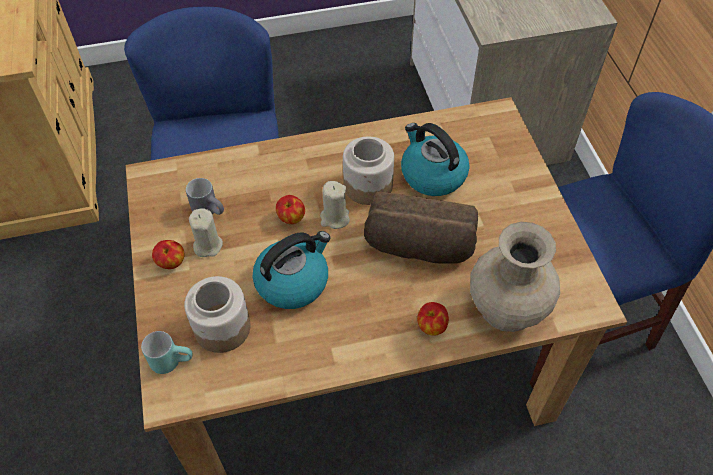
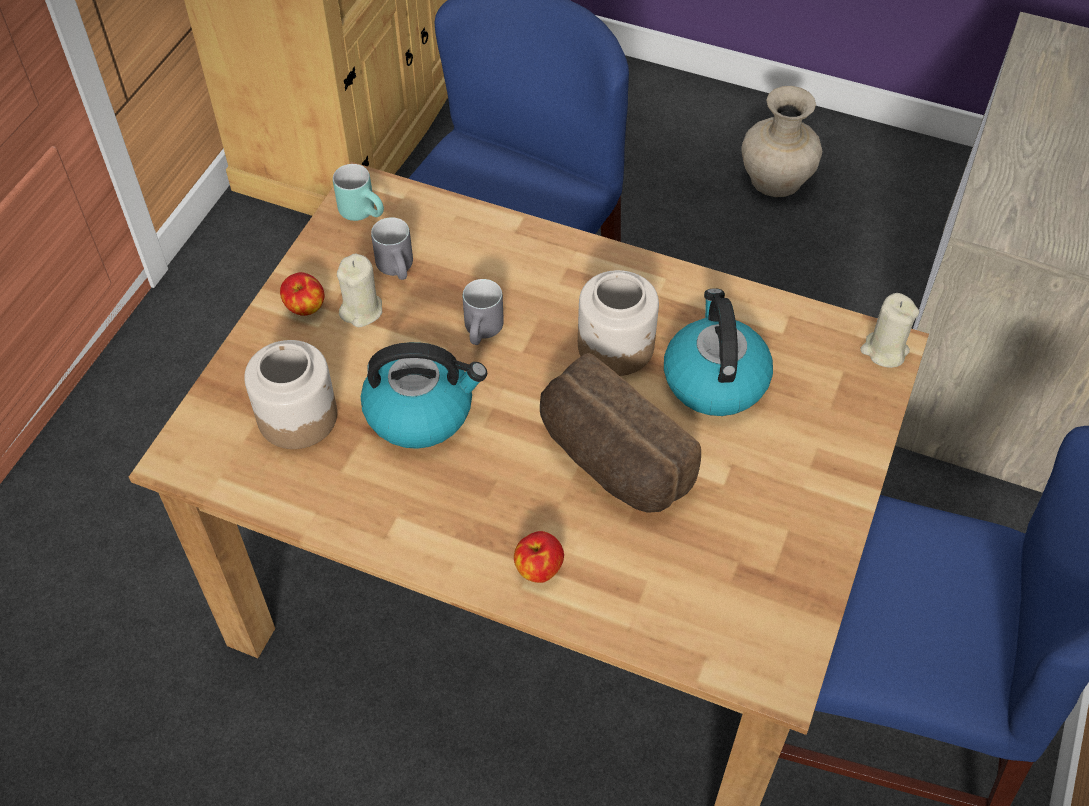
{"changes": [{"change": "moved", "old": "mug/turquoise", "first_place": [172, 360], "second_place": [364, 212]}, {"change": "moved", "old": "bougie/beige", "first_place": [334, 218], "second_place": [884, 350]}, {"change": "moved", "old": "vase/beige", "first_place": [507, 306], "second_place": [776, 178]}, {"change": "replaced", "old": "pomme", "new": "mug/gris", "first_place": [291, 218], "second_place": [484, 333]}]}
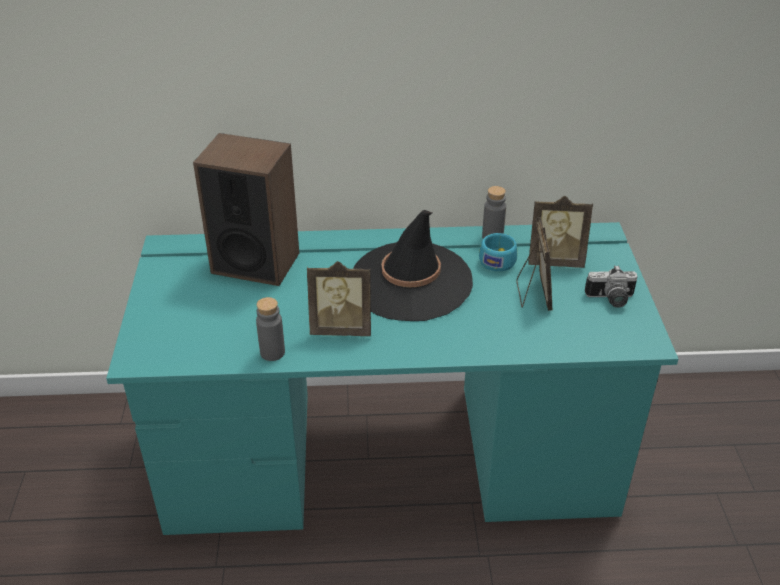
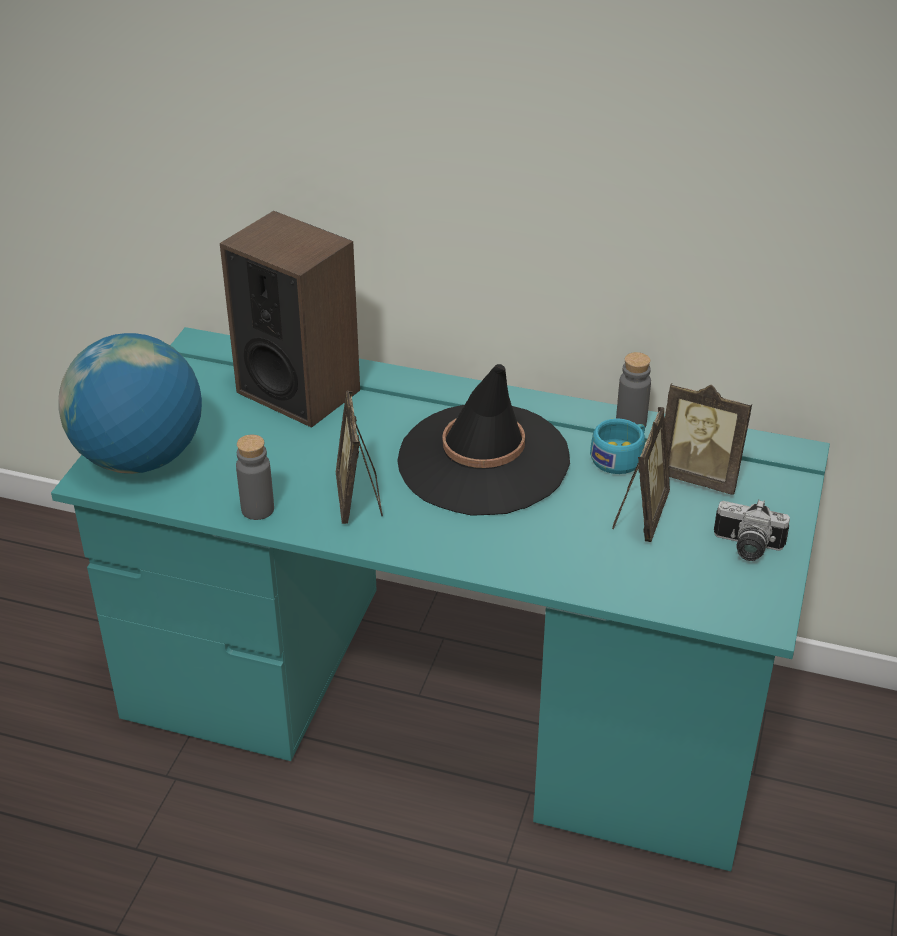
{"changes": [{"change": "added", "new": "globe", "second_place": [139, 458]}, {"change": "turned", "old": "cadre photo", "first_place": [341, 328], "second_place": [359, 499], "degrees": 60}]}
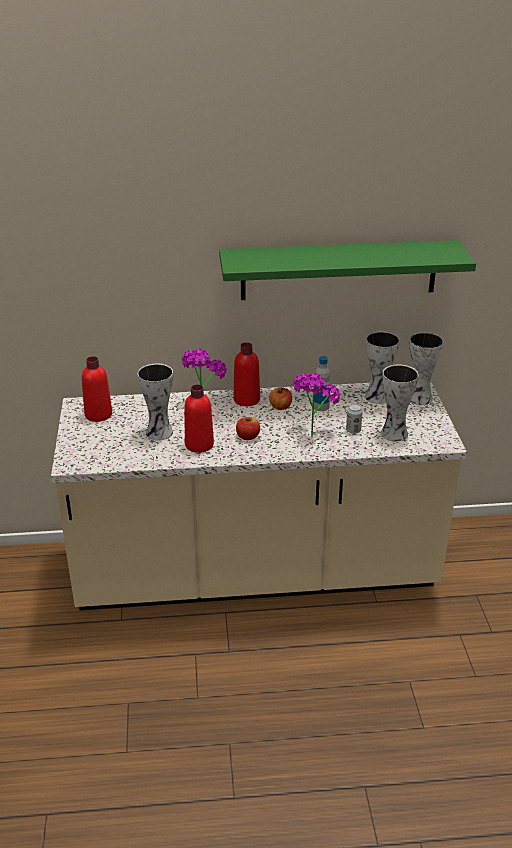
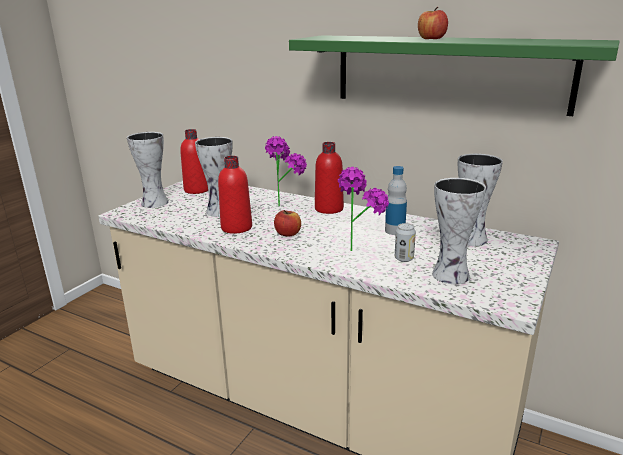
{"changes": [{"change": "moved", "old": "pomme", "first_place": [280, 407], "second_place": [431, 39]}, {"change": "moved", "old": "vase", "first_place": [418, 398], "second_place": [153, 203]}]}
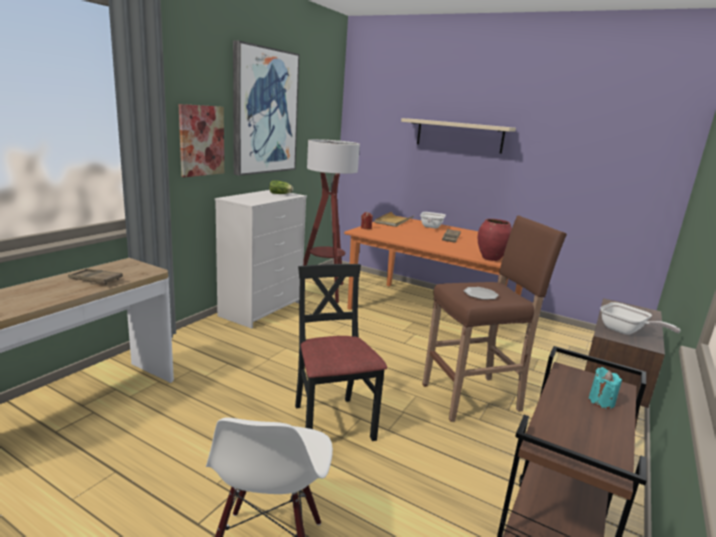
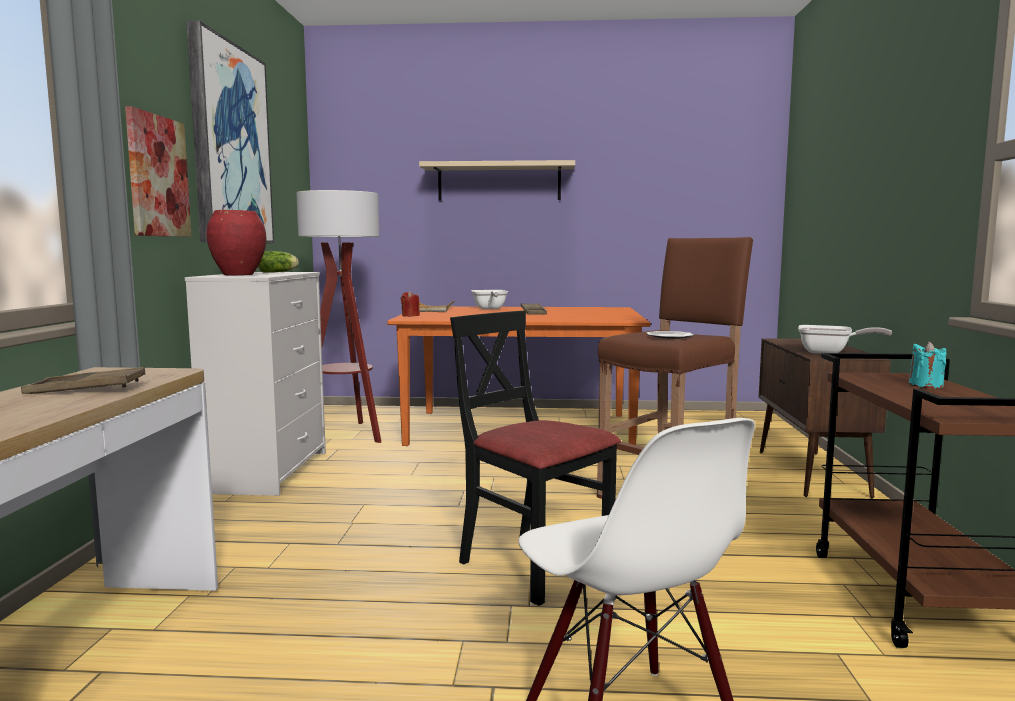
{"changes": [{"change": "moved", "old": "vase/rouge", "first_place": [490, 258], "second_place": [238, 275]}]}
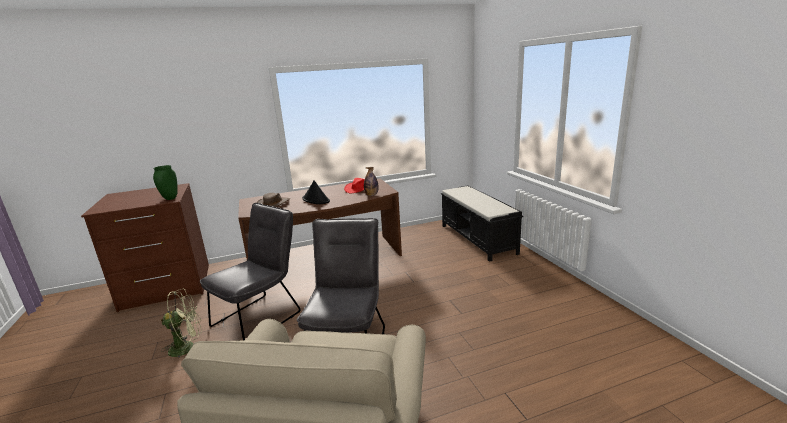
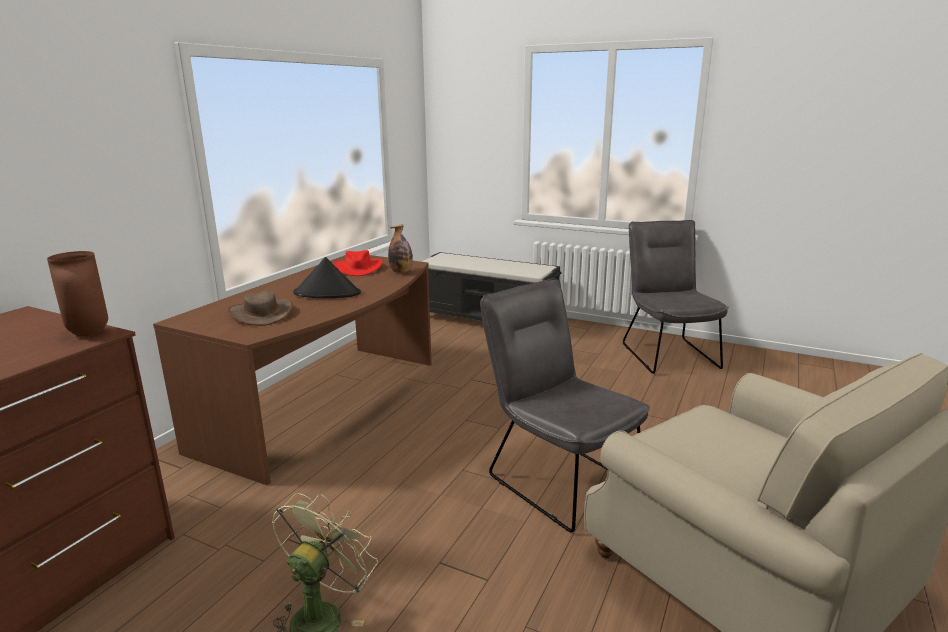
{"changes": [{"change": "moved", "old": "chaise/gris", "first_place": [261, 316], "second_place": [666, 353]}, {"change": "recoloured", "old": "vase/vert", "new": "vase/marron", "first_place": [171, 198], "second_place": [90, 333]}]}
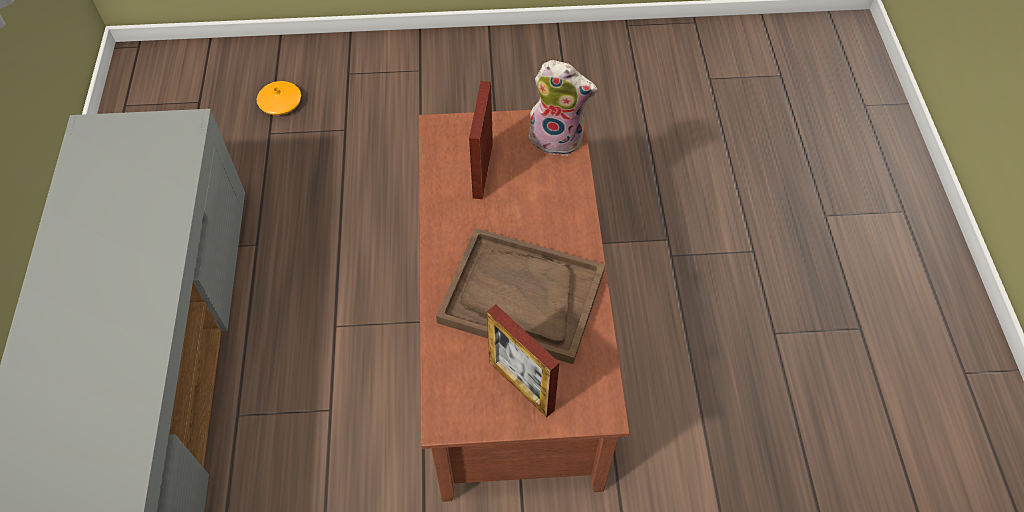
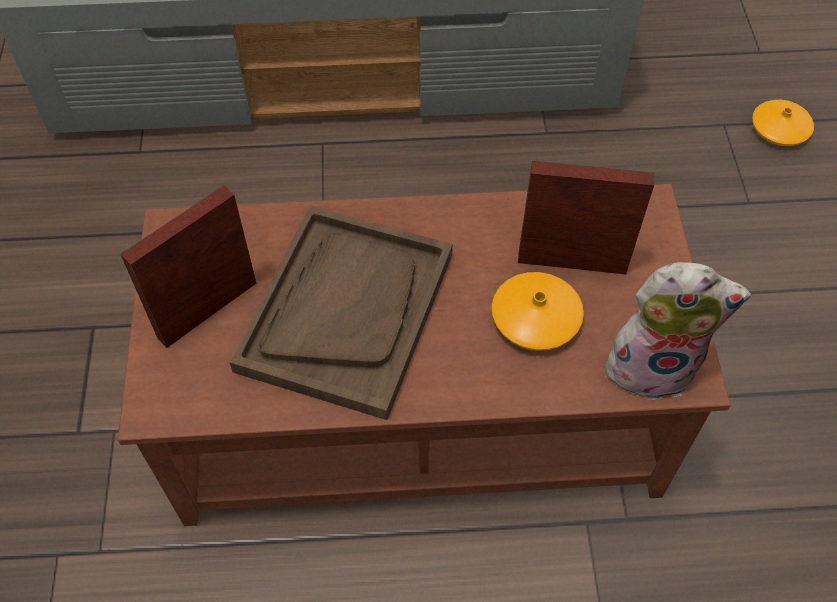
{"changes": [{"change": "added", "new": "vase/orange", "second_place": [535, 318]}, {"change": "turned", "old": "peluche", "first_place": [558, 137], "second_place": [653, 364], "degrees": -105}]}
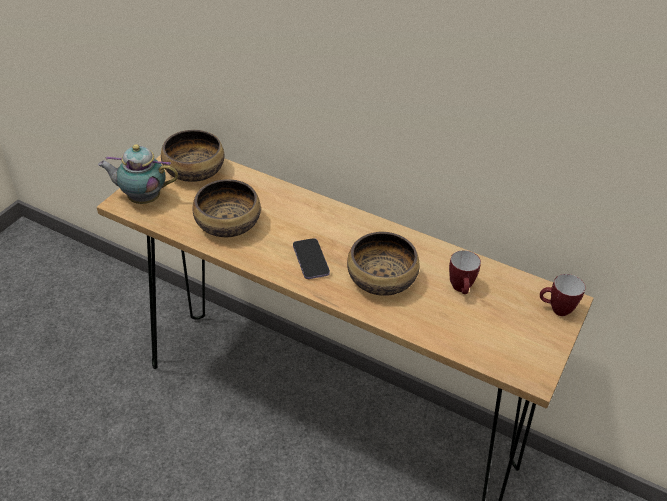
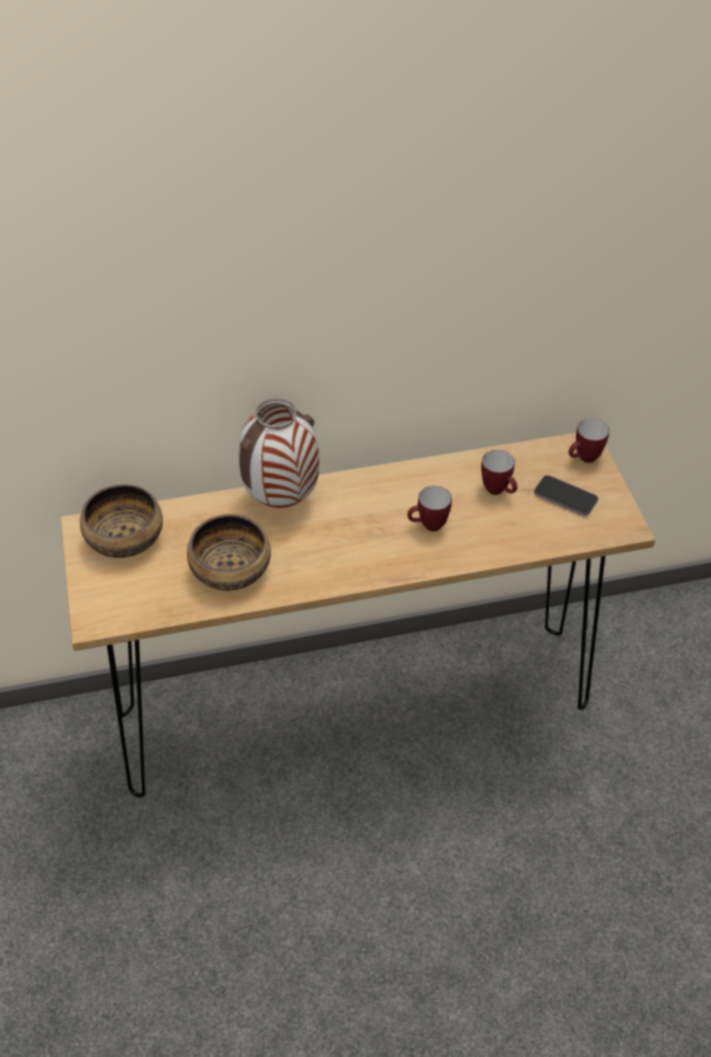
{"changes": [{"change": "removed", "old": "théière", "first_place": [142, 199]}, {"change": "added", "new": "vase", "second_place": [282, 499]}, {"change": "moved", "old": "téléphone", "first_place": [311, 260], "second_place": [565, 497]}, {"change": "replaced", "old": "bol", "new": "mug", "first_place": [382, 279], "second_place": [428, 526]}]}
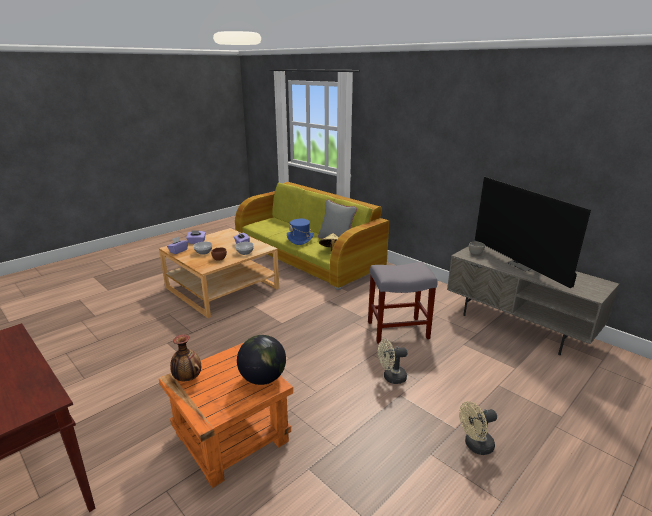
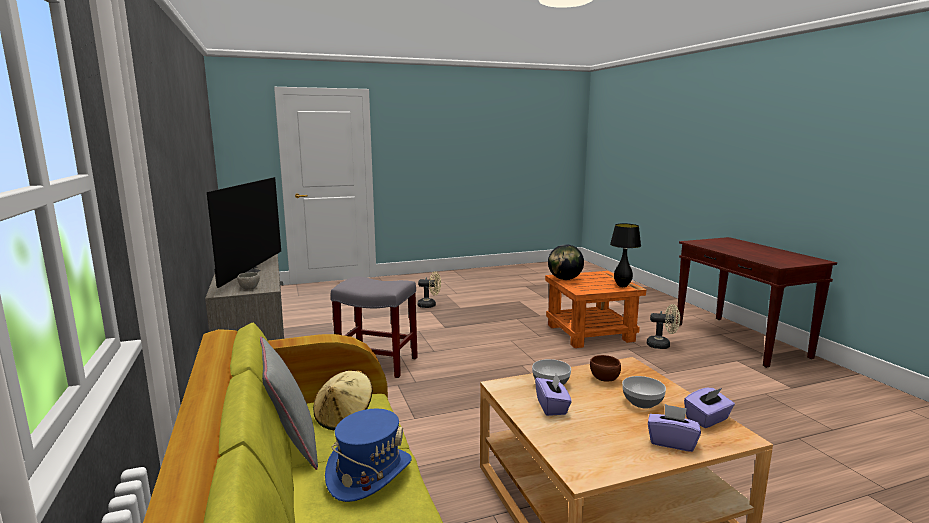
{"changes": [{"change": "moved", "old": "ventilateur/beige", "first_place": [391, 377], "second_place": [662, 345]}, {"change": "replaced", "old": "vase", "new": "lampe de table/noir", "first_place": [187, 378], "second_place": [622, 286]}]}
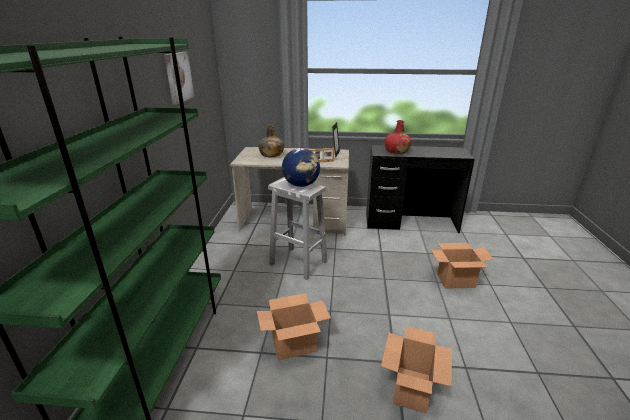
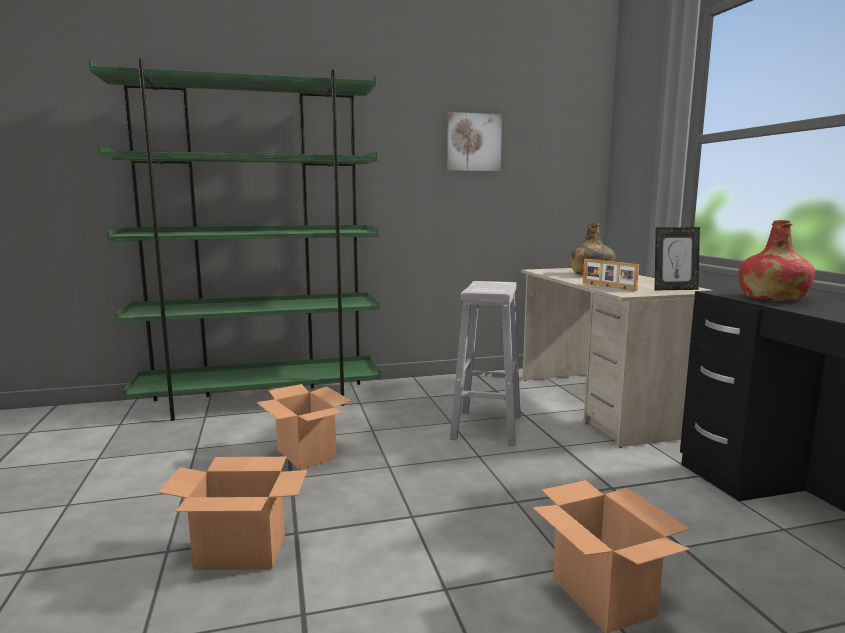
{"changes": [{"change": "removed", "old": "globe", "first_place": [301, 185]}]}
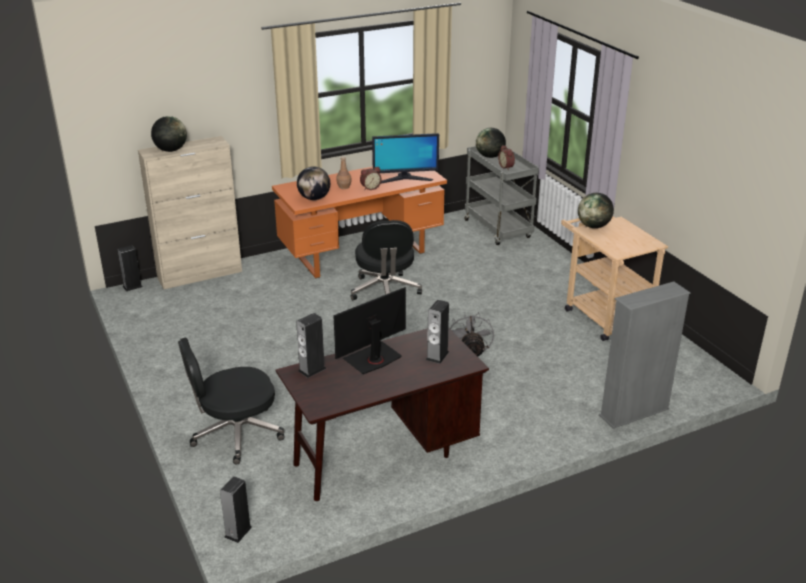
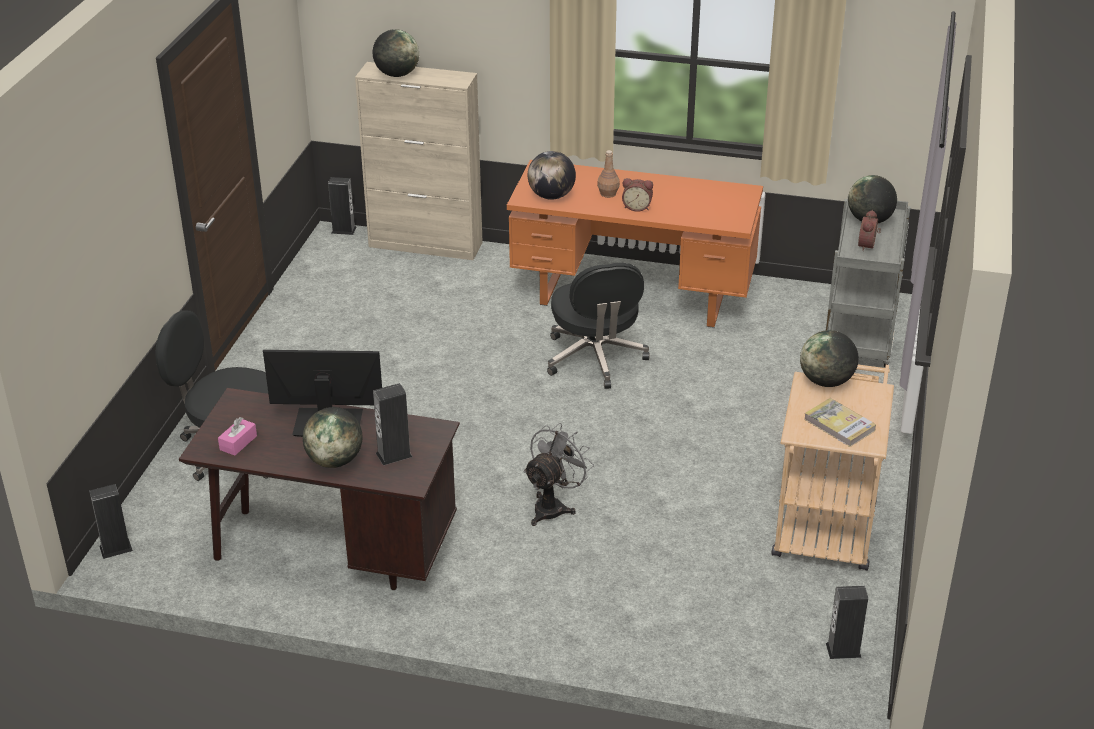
{"changes": [{"change": "removed", "old": "écran d'ordinateur", "first_place": [405, 179]}, {"change": "removed", "old": "bibliothèque/gris", "first_place": [634, 412]}, {"change": "added", "new": "boîte à mouchoirs/rose", "second_place": [238, 443]}, {"change": "added", "new": "globe", "second_place": [334, 461]}, {"change": "added", "new": "livre", "second_place": [839, 425]}, {"change": "moved", "old": "enceinte", "first_place": [312, 369], "second_place": [843, 650]}, {"change": "turned", "old": "chaise de bureau/noir", "first_place": [385, 292], "second_place": [595, 359], "degrees": -45}]}
